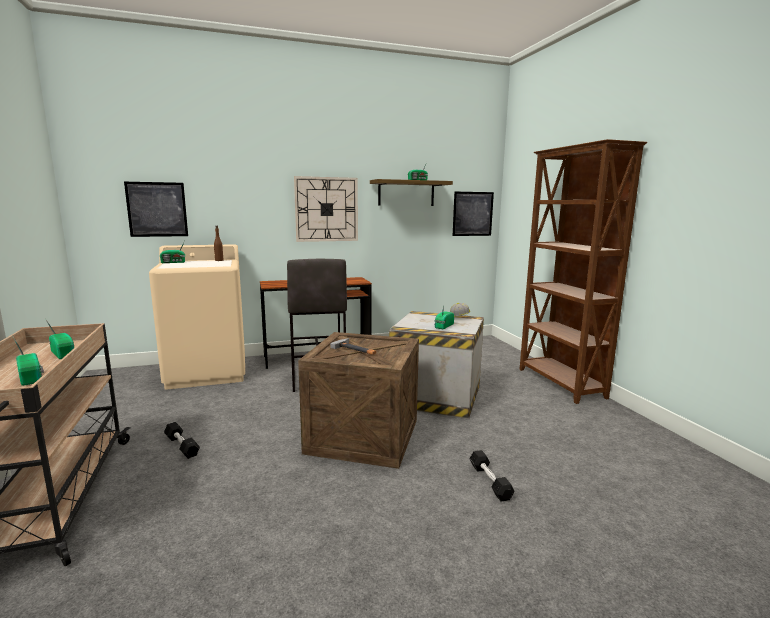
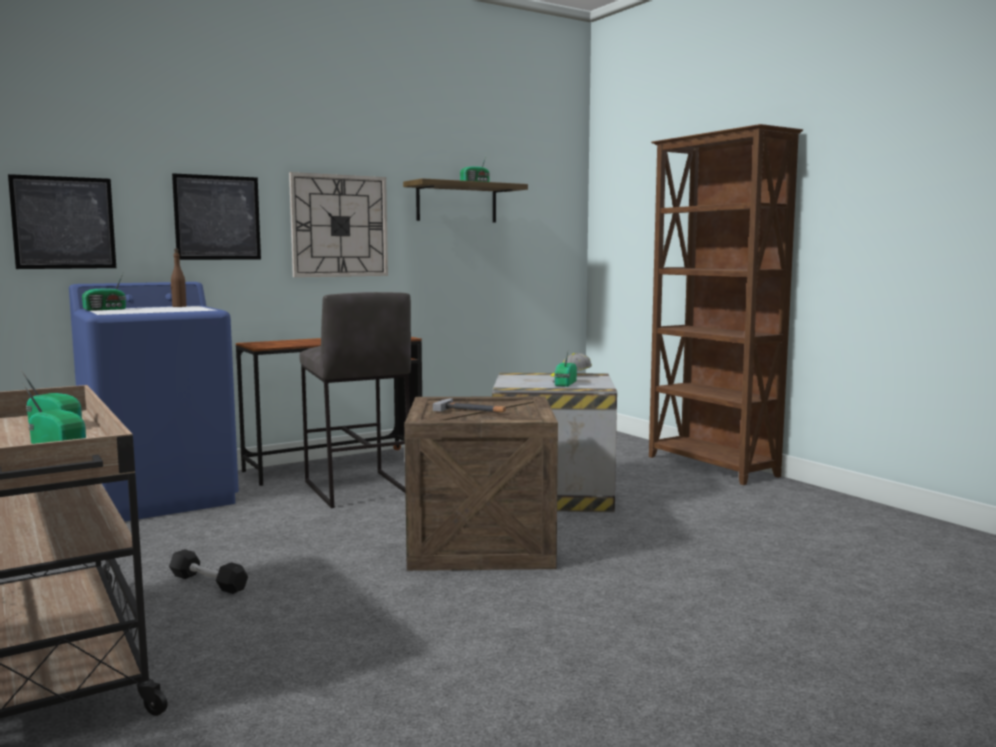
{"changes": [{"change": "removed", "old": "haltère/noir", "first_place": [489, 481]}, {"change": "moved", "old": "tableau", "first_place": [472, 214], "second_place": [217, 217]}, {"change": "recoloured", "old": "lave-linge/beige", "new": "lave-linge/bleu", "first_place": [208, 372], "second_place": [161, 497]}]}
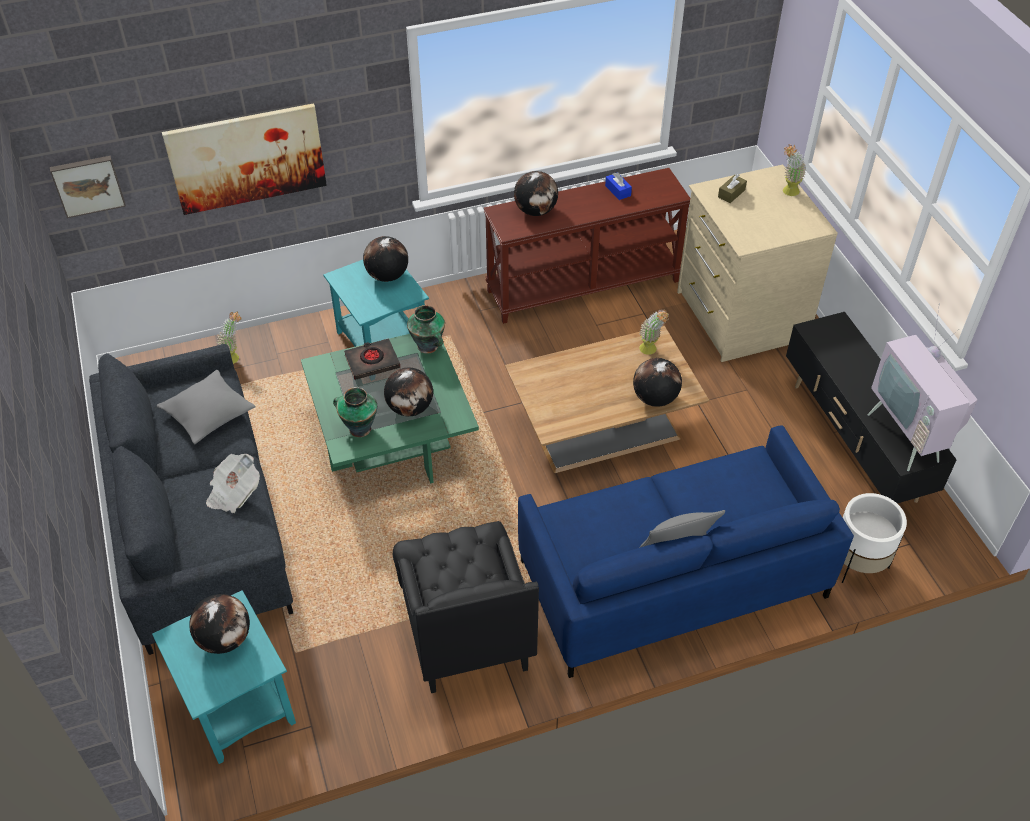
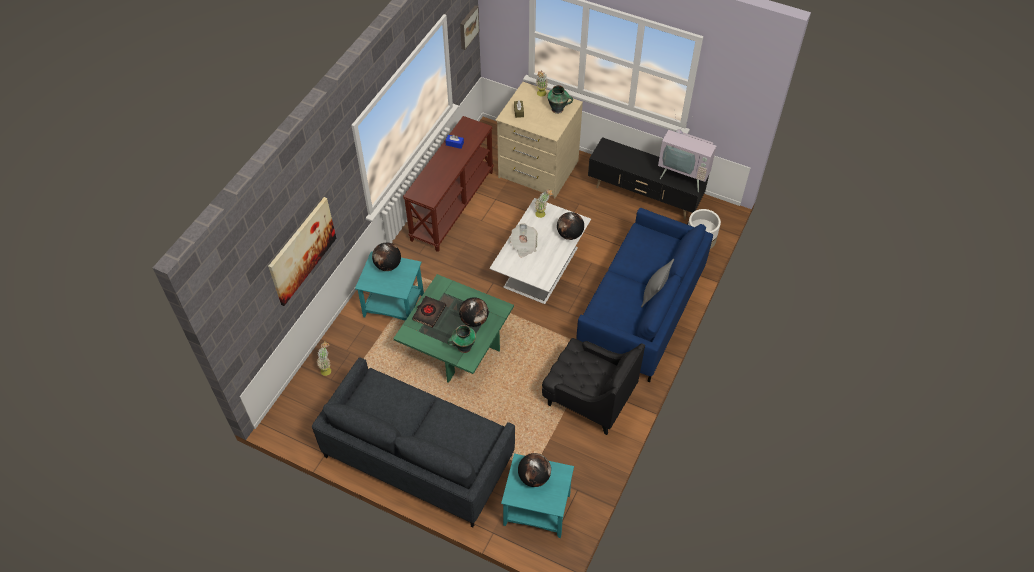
{"changes": [{"change": "removed", "old": "coussin/gris", "first_place": [208, 413]}, {"change": "removed", "old": "globe", "first_place": [536, 211]}, {"change": "moved", "old": "tableau", "first_place": [88, 185], "second_place": [468, 27]}, {"change": "moved", "old": "journal", "first_place": [234, 493], "second_place": [524, 245]}, {"change": "moved", "old": "vase", "first_place": [428, 347], "second_place": [558, 109]}, {"change": "recoloured", "old": "table basse/marron", "new": "table basse/blanc", "first_place": [601, 428], "second_place": [540, 268]}]}
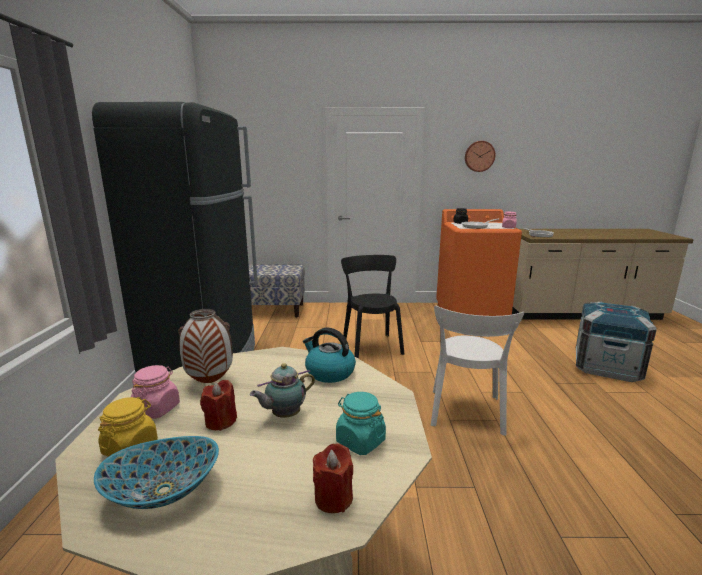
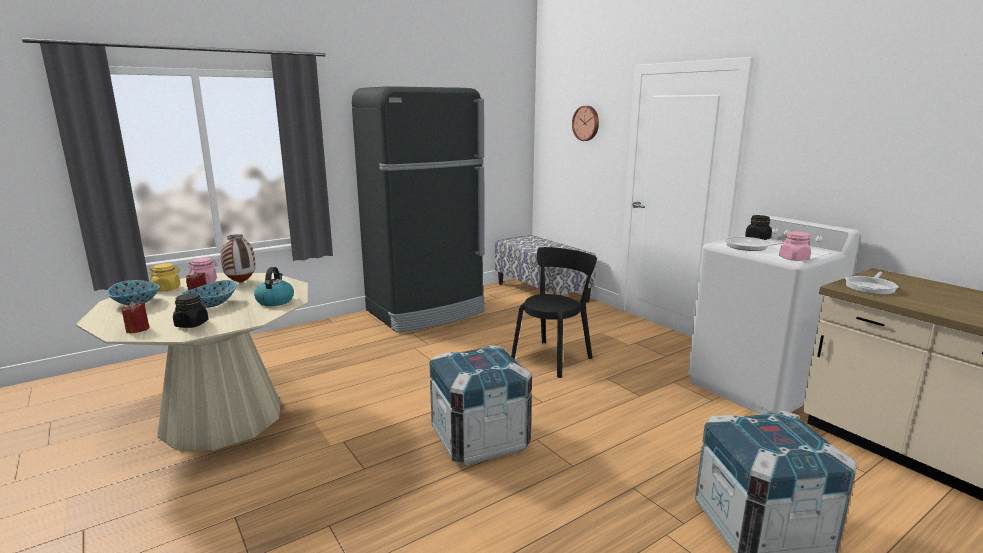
{"changes": [{"change": "moved", "old": "horloge murale", "first_place": [479, 156], "second_place": [586, 123]}, {"change": "replaced", "old": "théière", "new": "bol", "first_place": [284, 415], "second_place": [212, 304]}, {"change": "replaced", "old": "chaise/blanc", "new": "caisse", "first_place": [466, 413], "second_place": [480, 439]}, {"change": "recoloured", "old": "bocal/turquoise", "new": "bocal/noir", "first_place": [360, 441], "second_place": [192, 324]}, {"change": "recoloured", "old": "lave-linge/orange", "new": "lave-linge/blanc", "first_place": [471, 313], "second_place": [757, 387]}]}
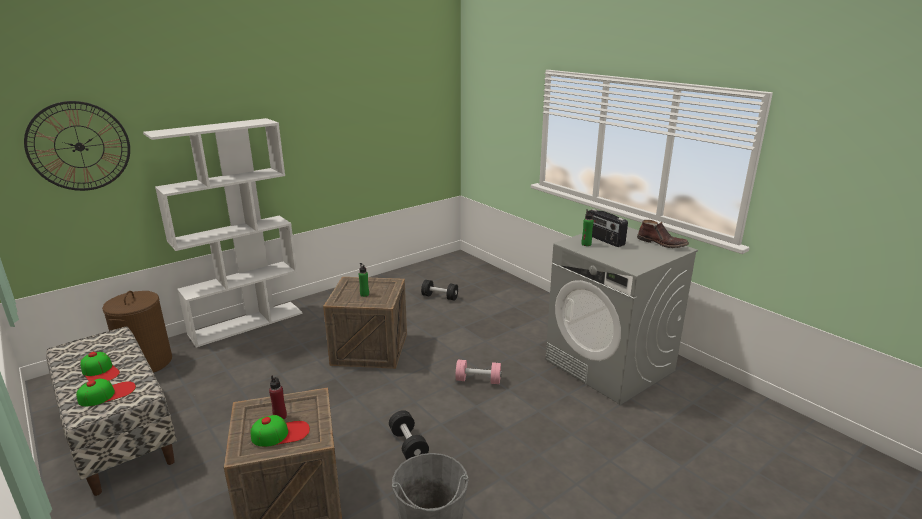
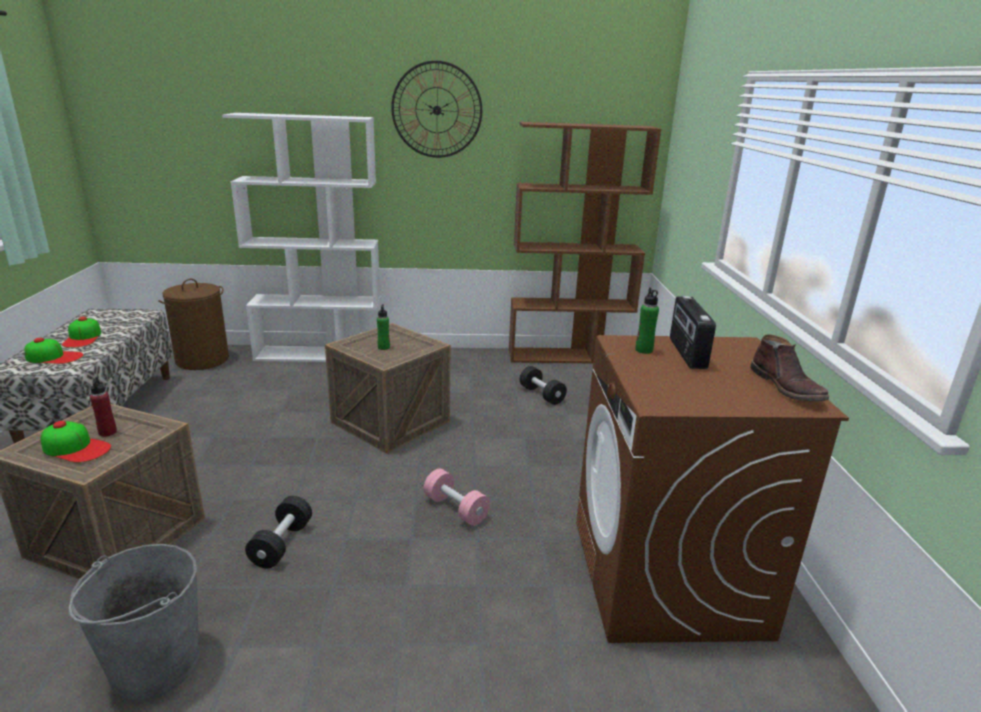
{"changes": [{"change": "added", "new": "bibliothèque/marron", "second_place": [568, 356]}, {"change": "moved", "old": "horloge murale", "first_place": [79, 146], "second_place": [437, 110]}, {"change": "recoloured", "old": "lave-linge/gris", "new": "lave-linge/marron", "first_place": [610, 365], "second_place": [667, 577]}]}
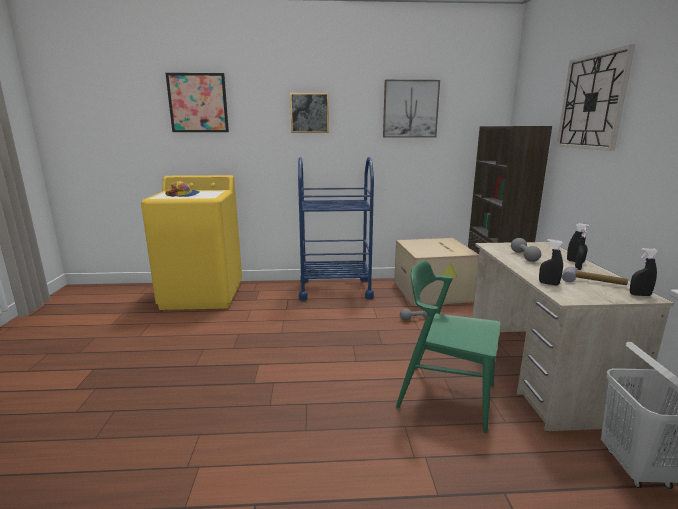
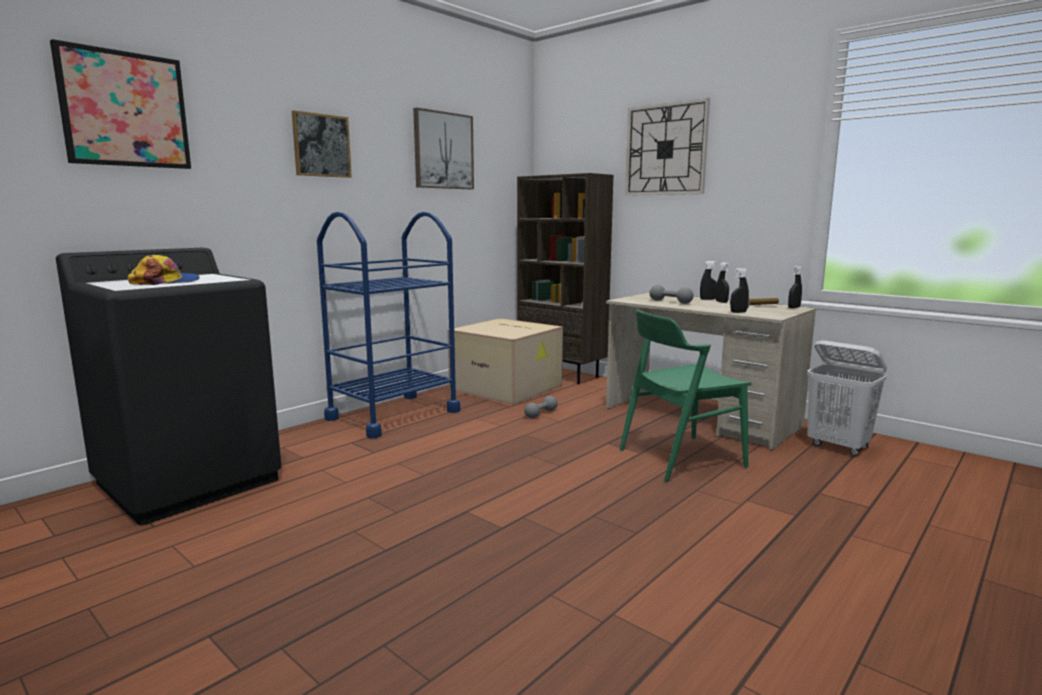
{"changes": [{"change": "recoloured", "old": "lave-linge/jaune", "new": "lave-linge/noir", "first_place": [203, 295], "second_place": [189, 481]}]}
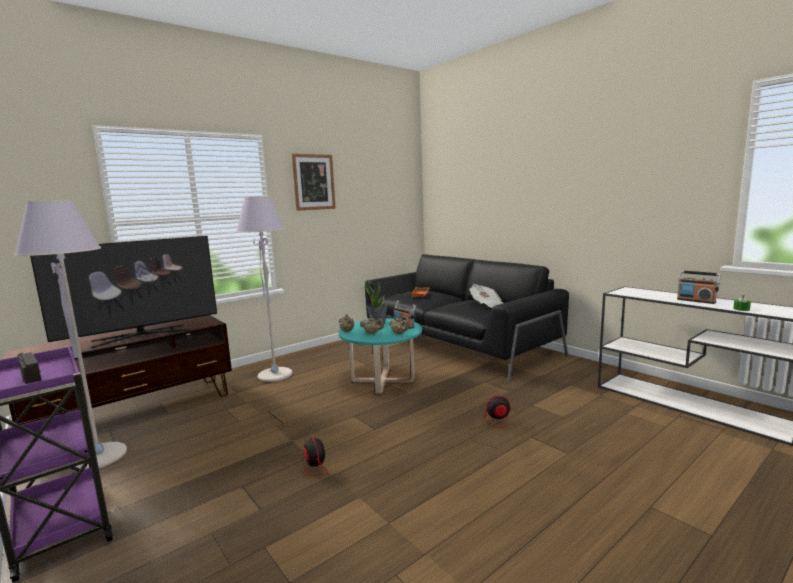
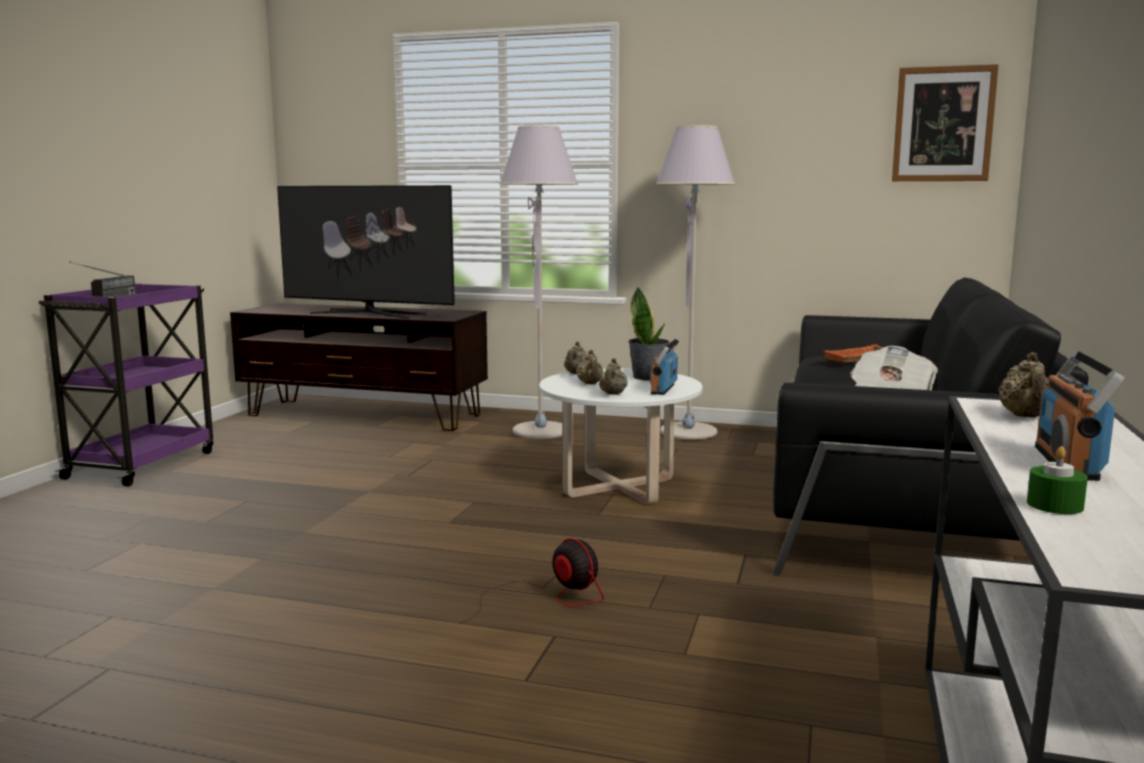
{"changes": [{"change": "removed", "old": "ventilateur", "first_place": [302, 468]}, {"change": "added", "new": "théière/beige", "second_place": [1025, 417]}, {"change": "moved", "old": "lampadaire/gris", "first_place": [99, 458], "second_place": [688, 433]}, {"change": "moved", "old": "tableau", "first_place": [314, 182], "second_place": [943, 124]}, {"change": "recoloured", "old": "table basse/turquoise", "new": "table basse/blanc", "first_place": [382, 381], "second_place": [619, 487]}]}
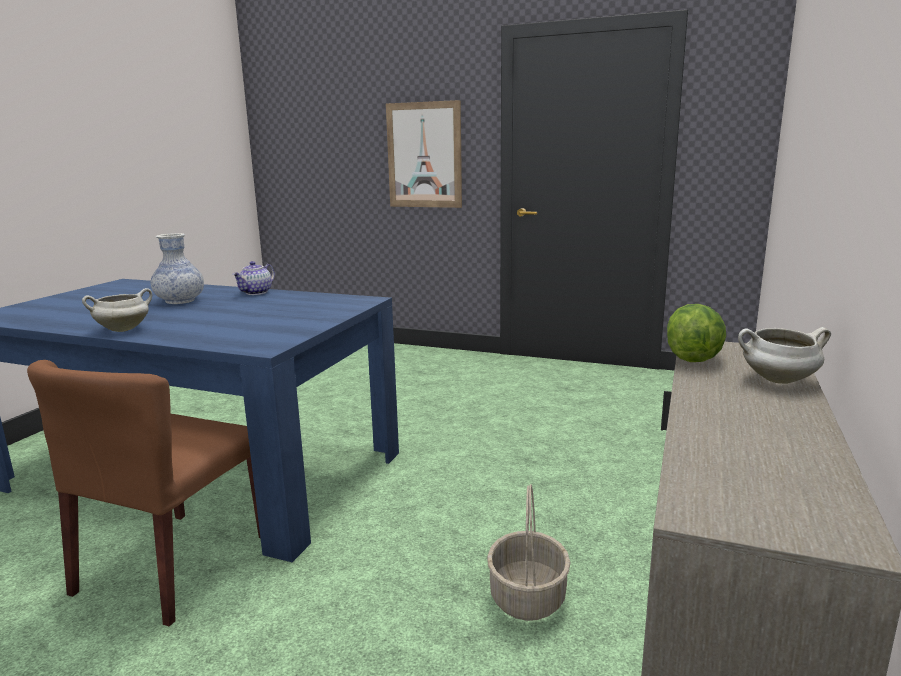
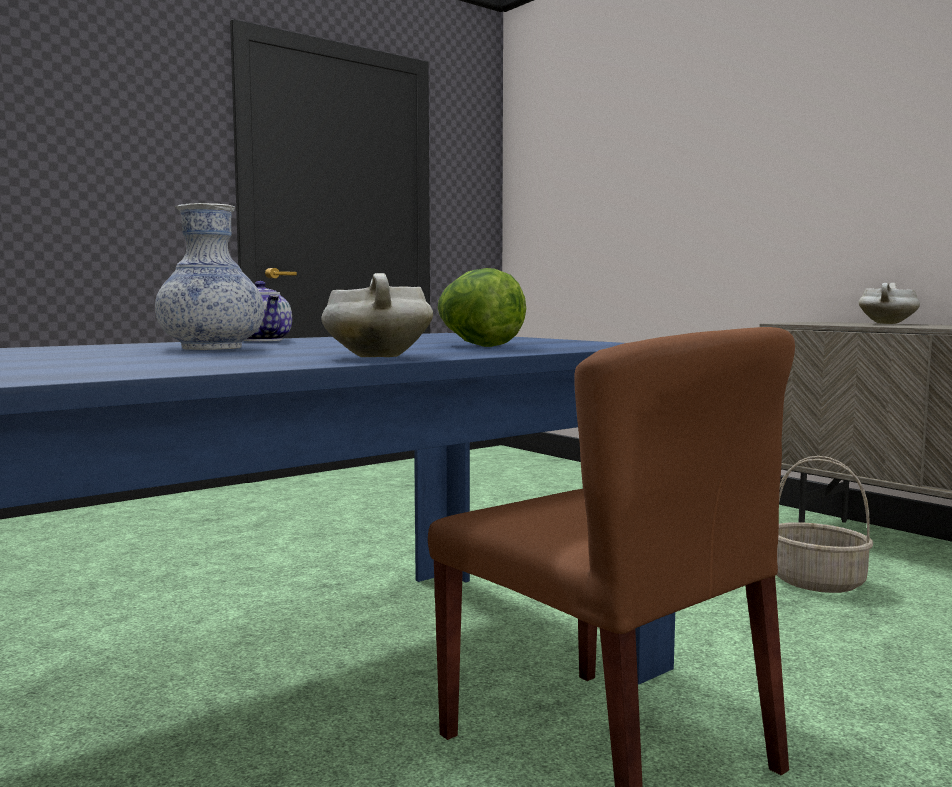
{"changes": [{"change": "removed", "old": "tableau", "first_place": [424, 155]}, {"change": "moved", "old": "laitue", "first_place": [693, 357], "second_place": [477, 346]}]}
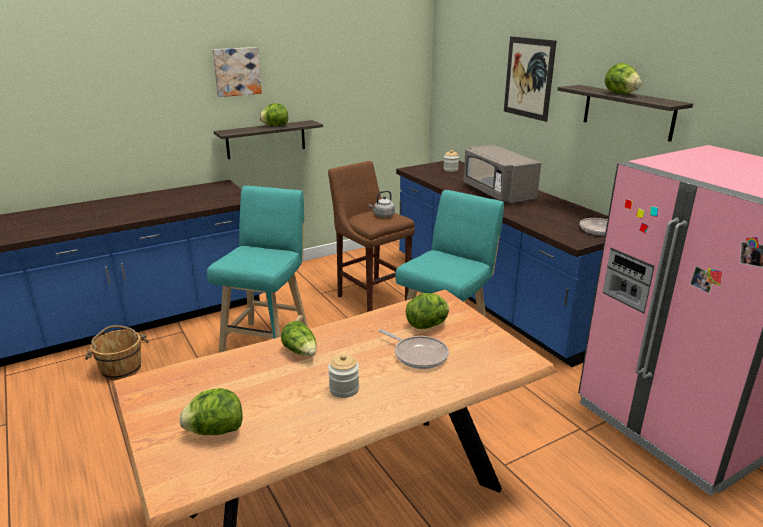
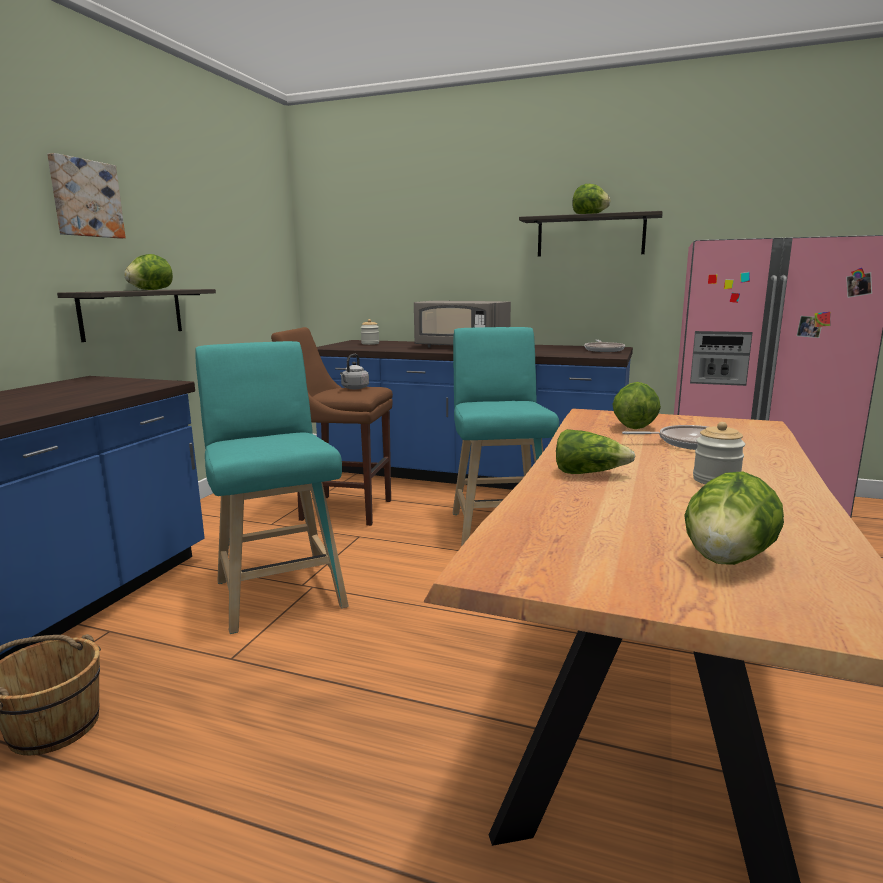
{"changes": [{"change": "removed", "old": "tableau", "first_place": [528, 78]}]}
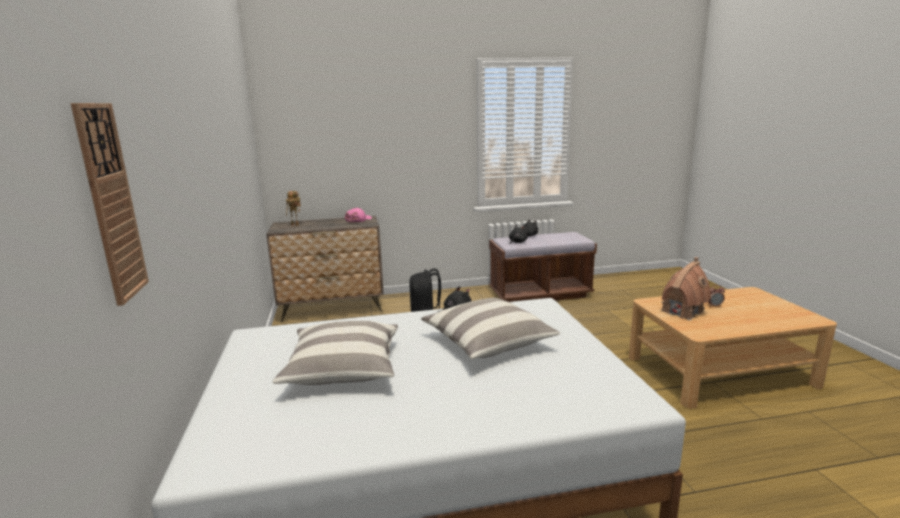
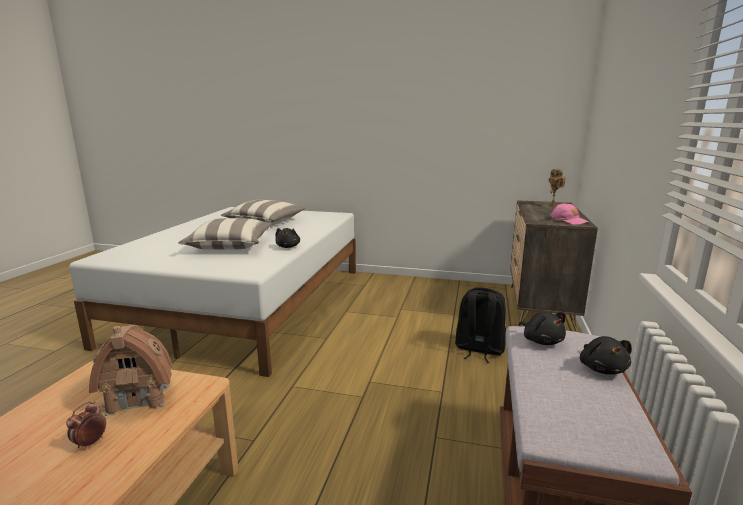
{"changes": [{"change": "removed", "old": "horloge murale", "first_place": [111, 203]}]}
